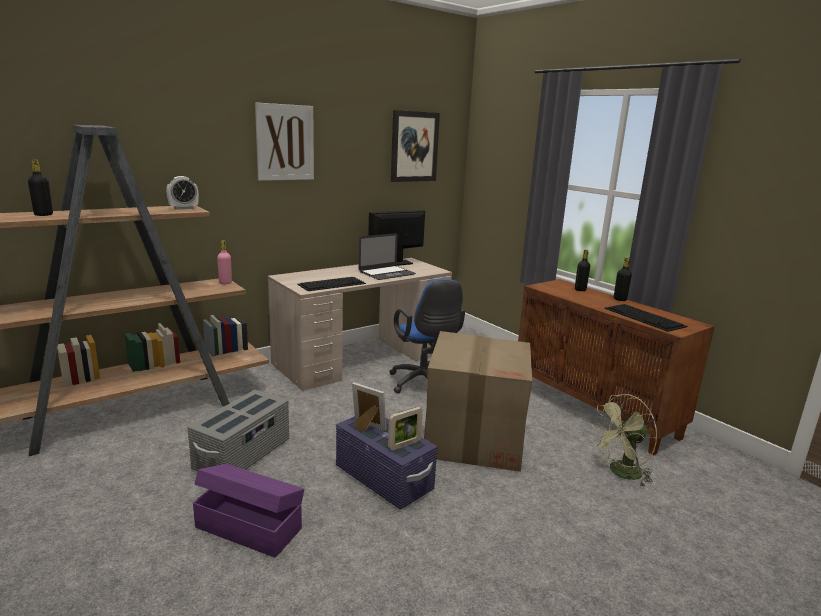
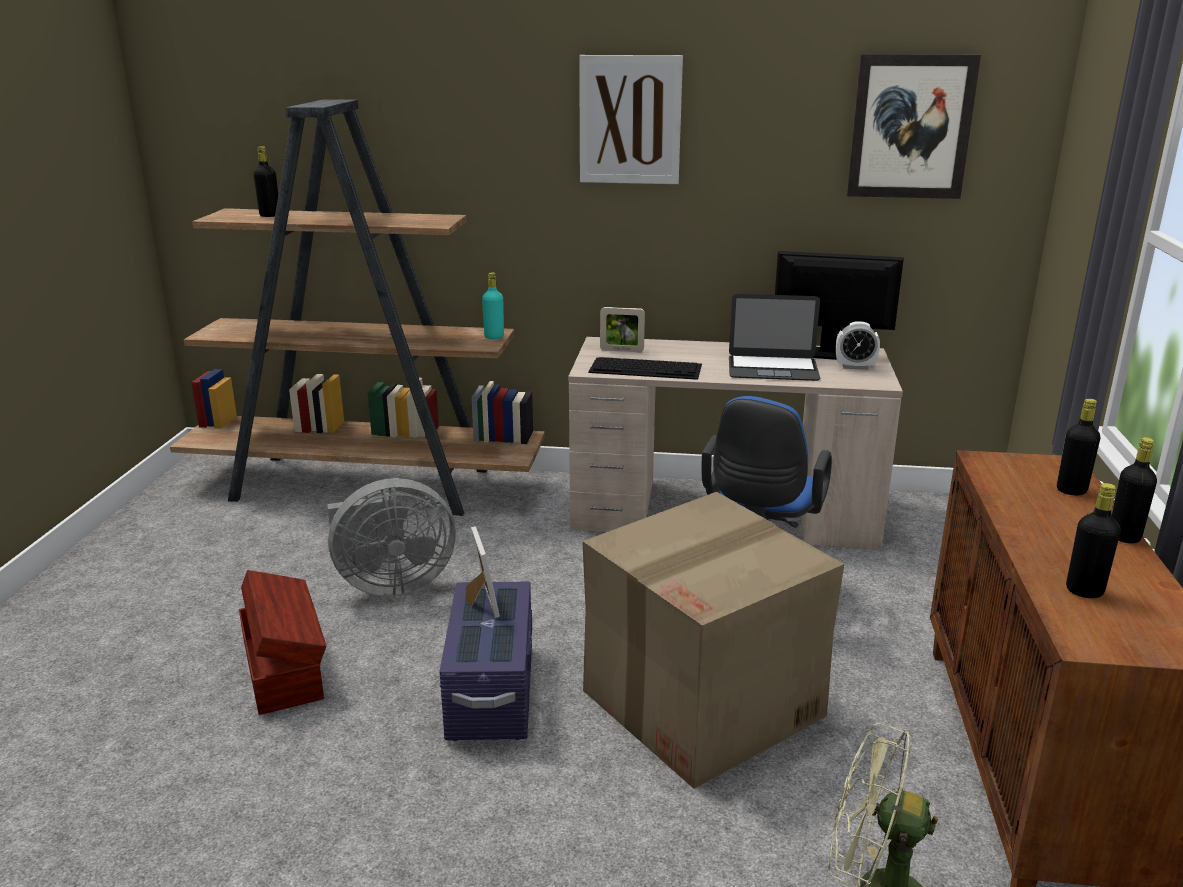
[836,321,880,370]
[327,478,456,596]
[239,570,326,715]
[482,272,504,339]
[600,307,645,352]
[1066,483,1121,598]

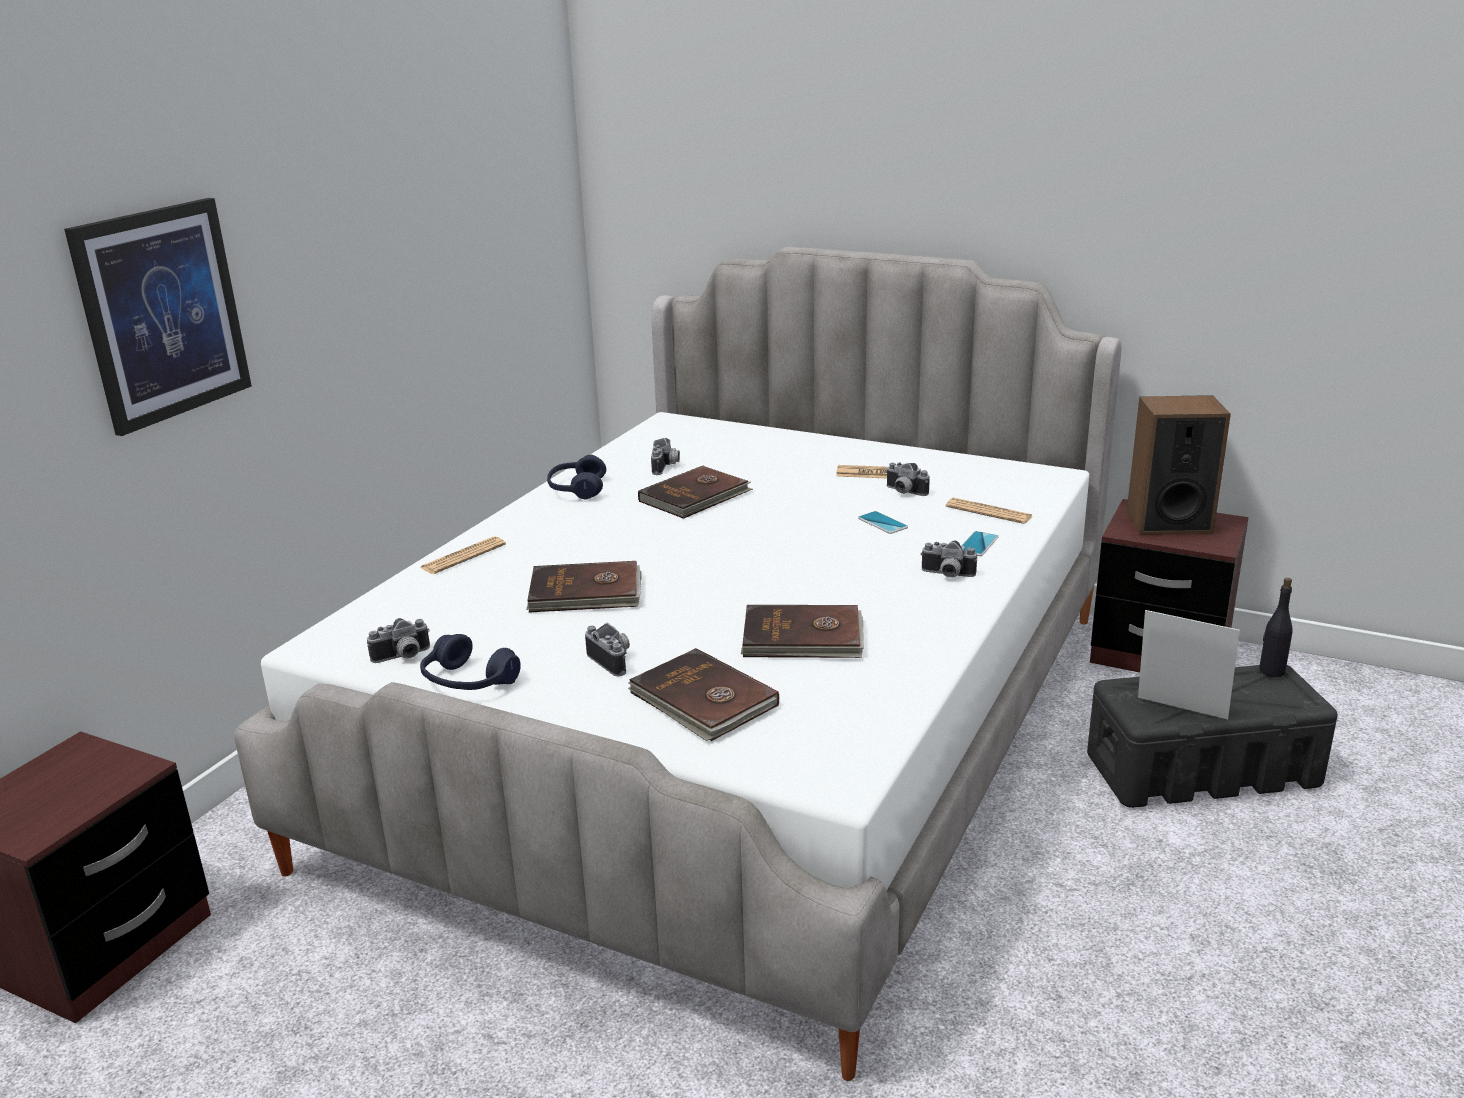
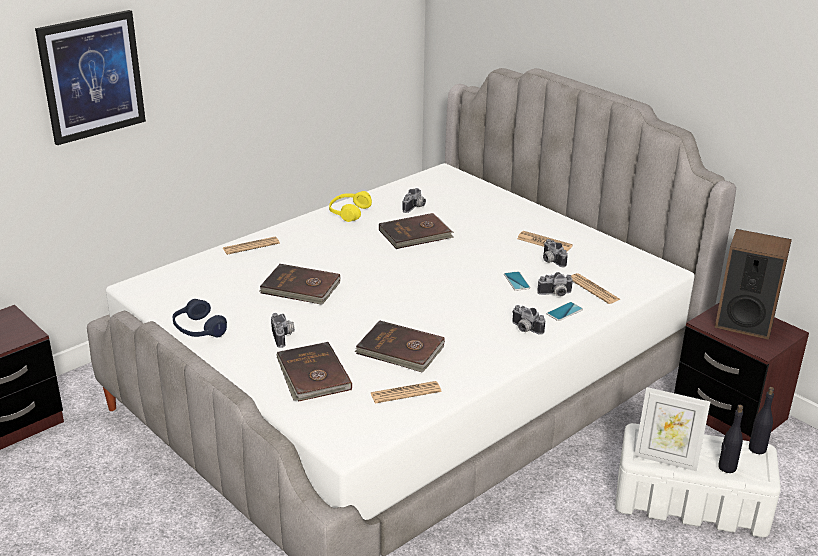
[537,272,574,296]
[329,191,372,222]
[615,423,781,538]
[634,387,710,471]
[371,381,441,403]
[718,405,743,473]

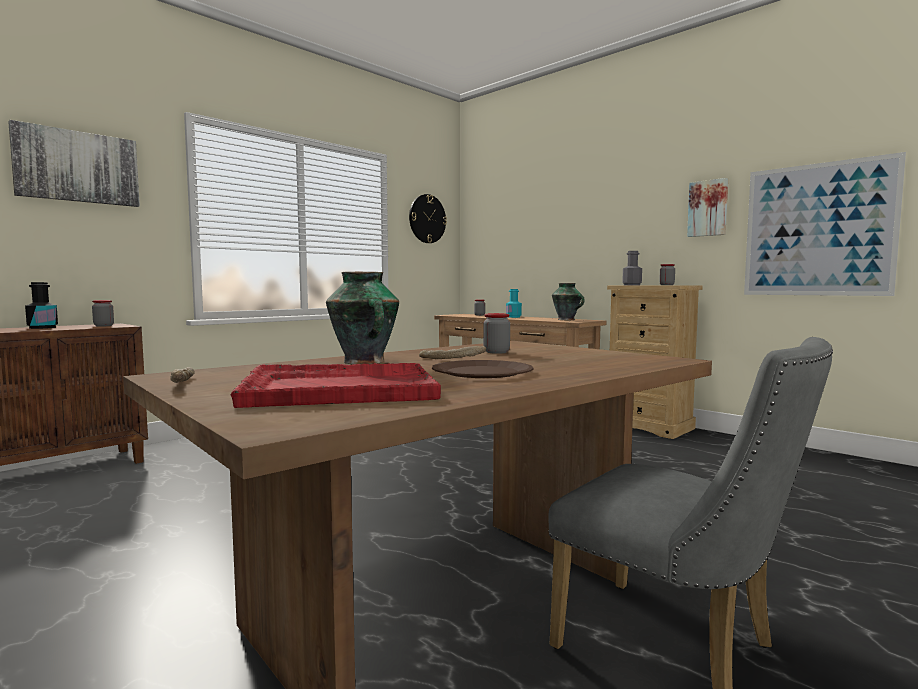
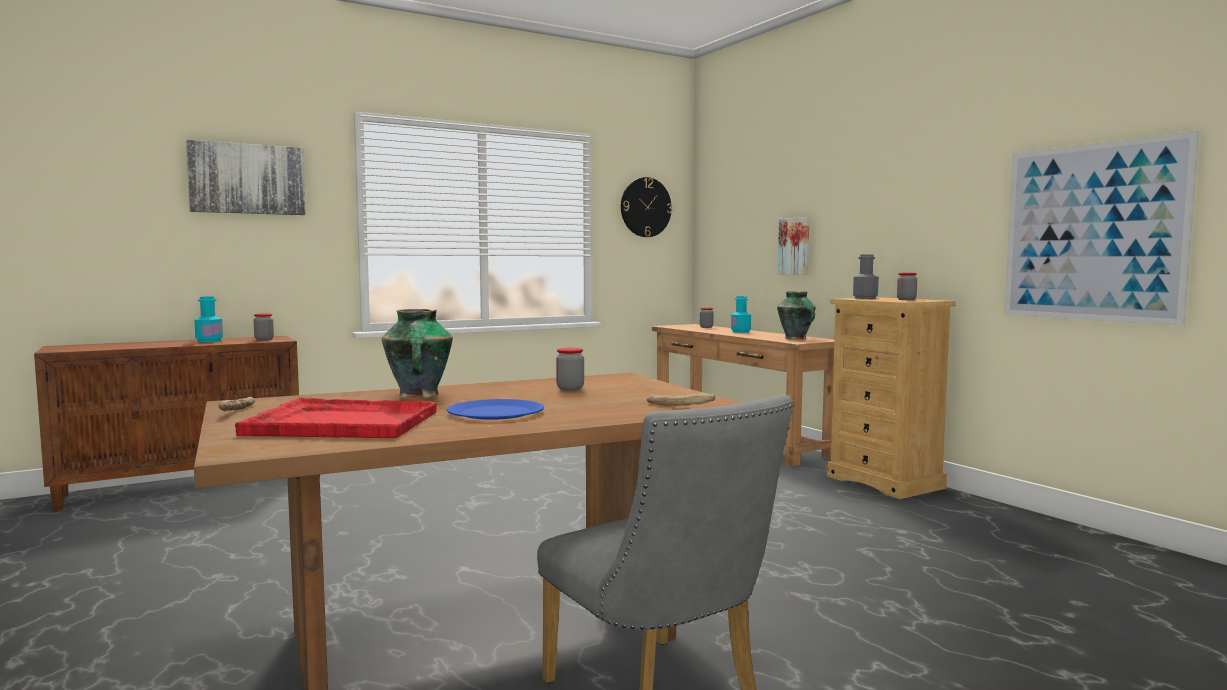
[194,297,223,342]
[646,393,715,406]
[446,399,544,420]
[778,217,809,275]

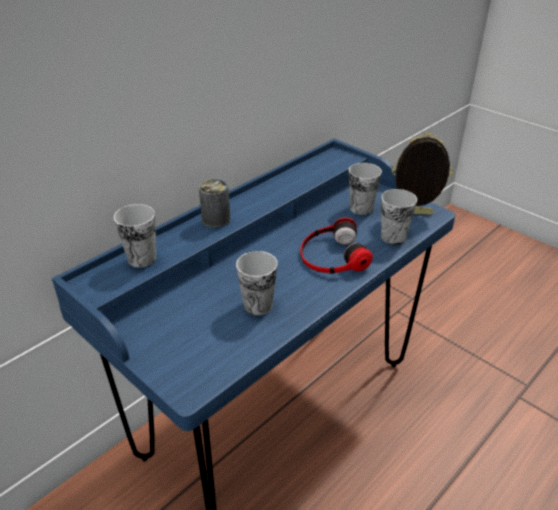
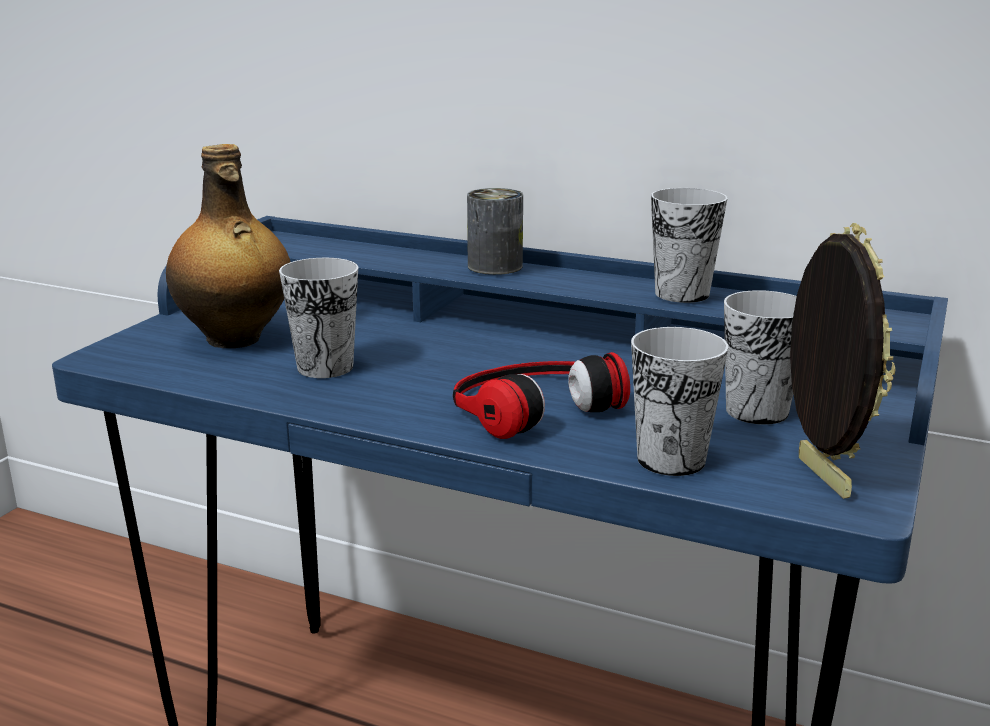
[651,188,728,303]
[166,144,291,348]

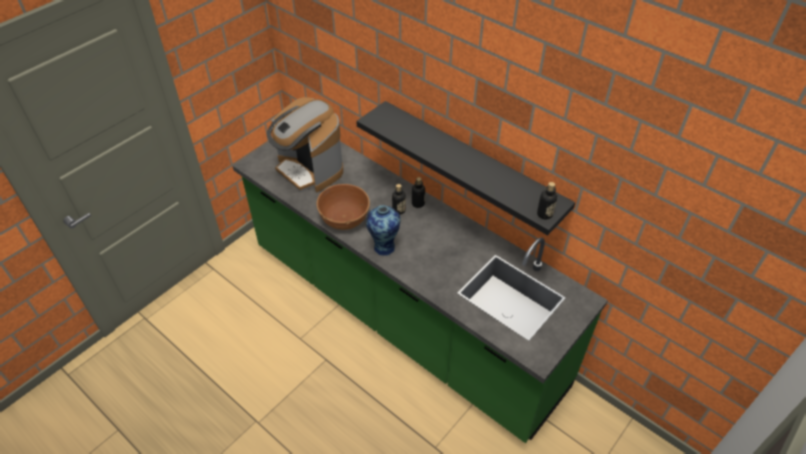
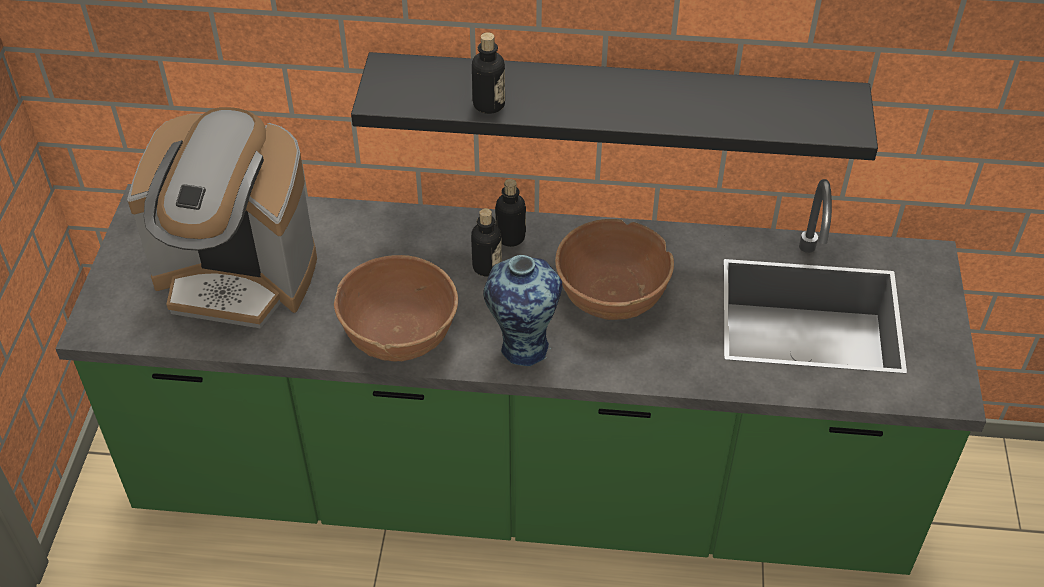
[472,32,505,114]
[555,219,674,320]

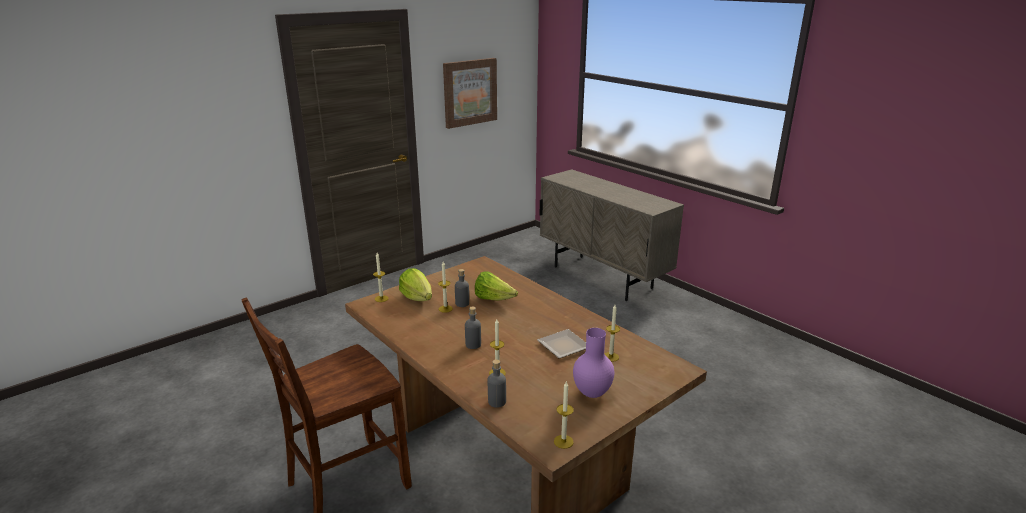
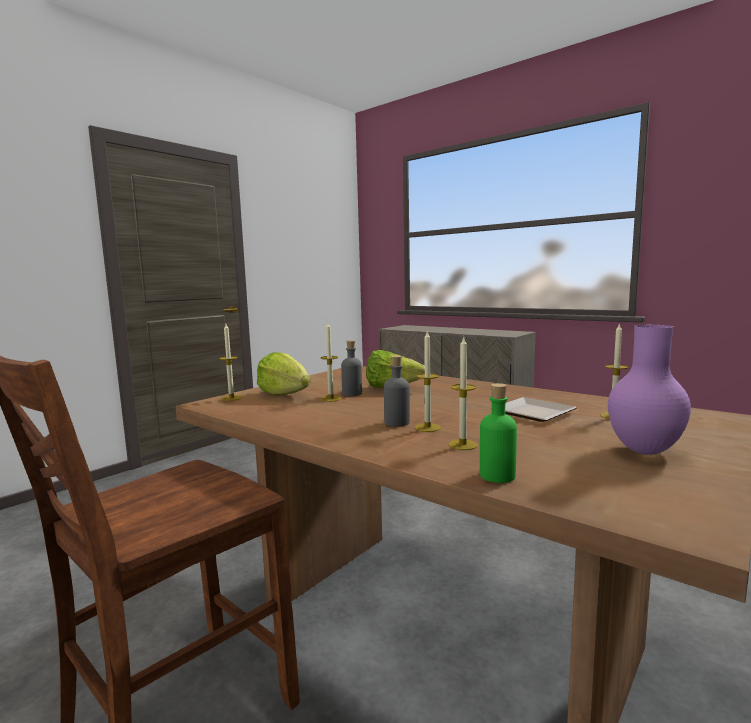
[443,58,497,129] (first image)
[480,383,517,483]
[415,332,441,432]

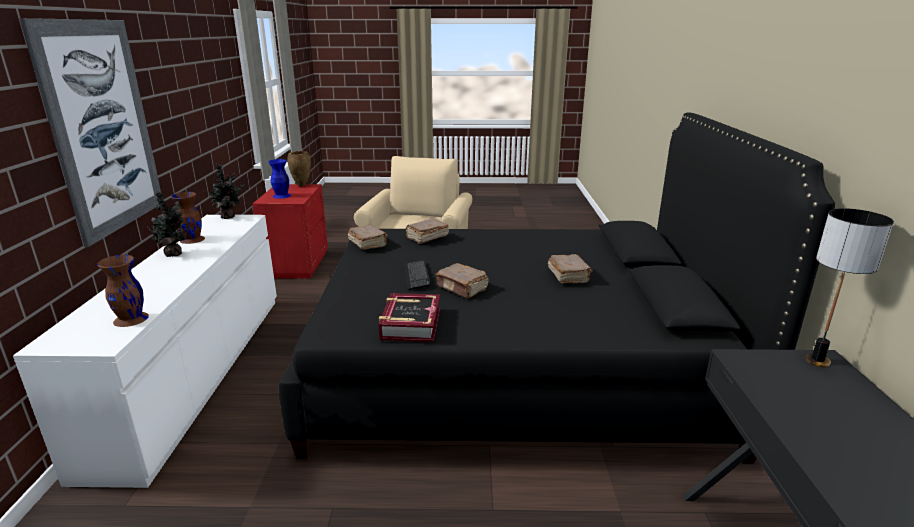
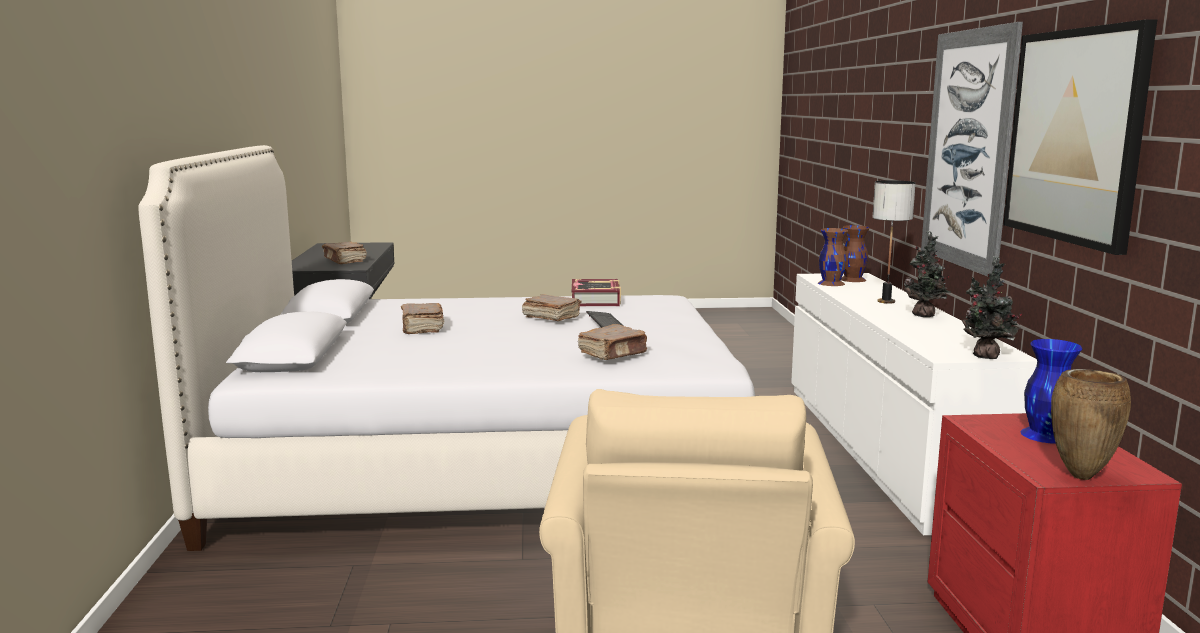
[841,225,870,282]
[138,145,755,551]
[322,242,367,264]
[872,180,916,304]
[1003,19,1157,255]

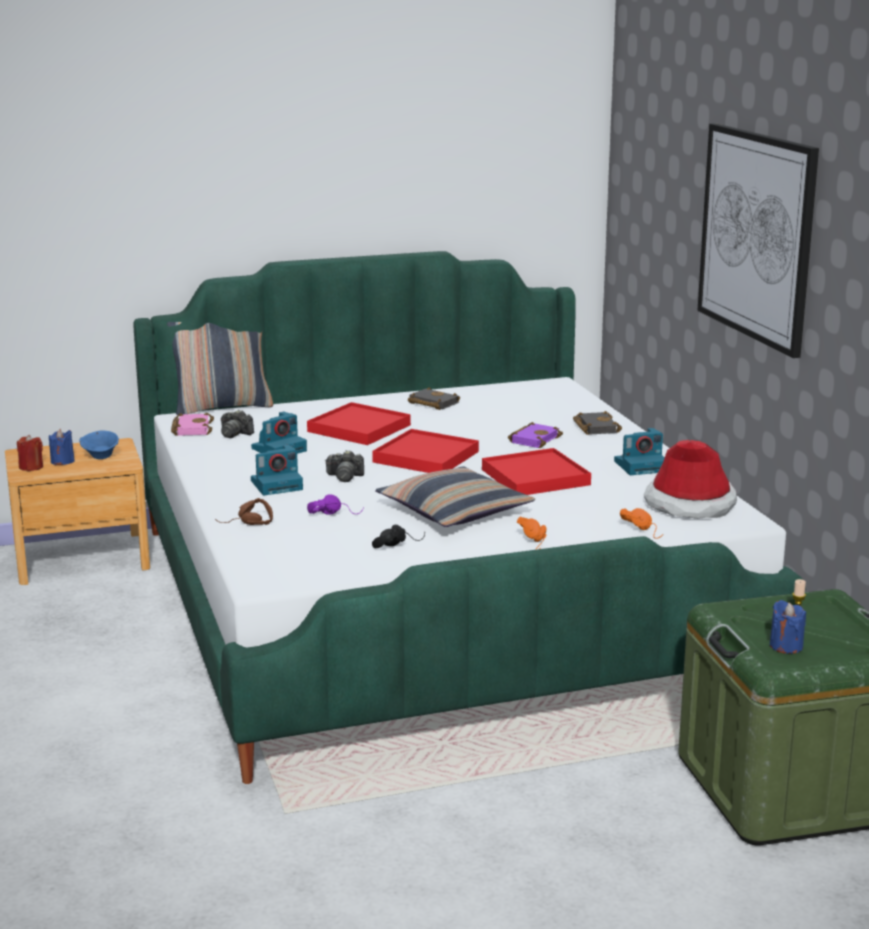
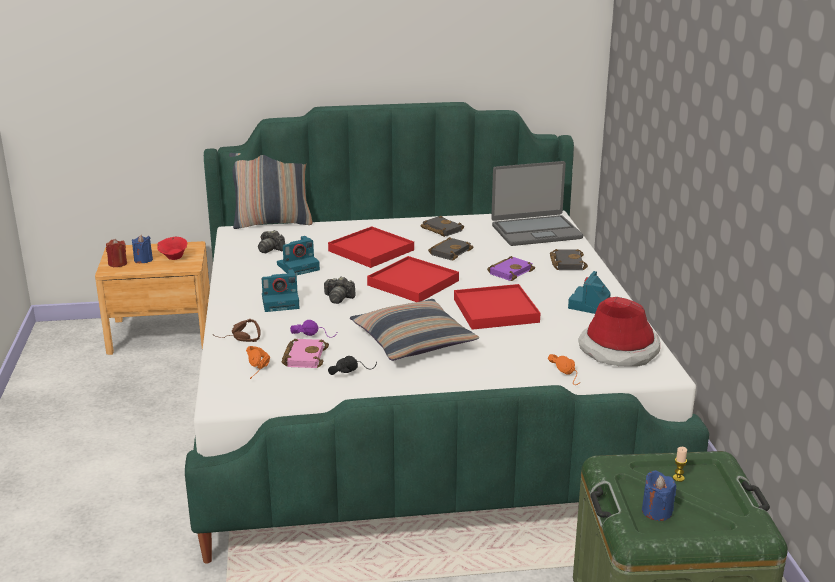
[157,237,187,260]
[282,339,329,368]
[246,346,270,379]
[568,271,611,314]
[697,123,819,358] (first image)
[428,237,474,260]
[491,161,583,246]

